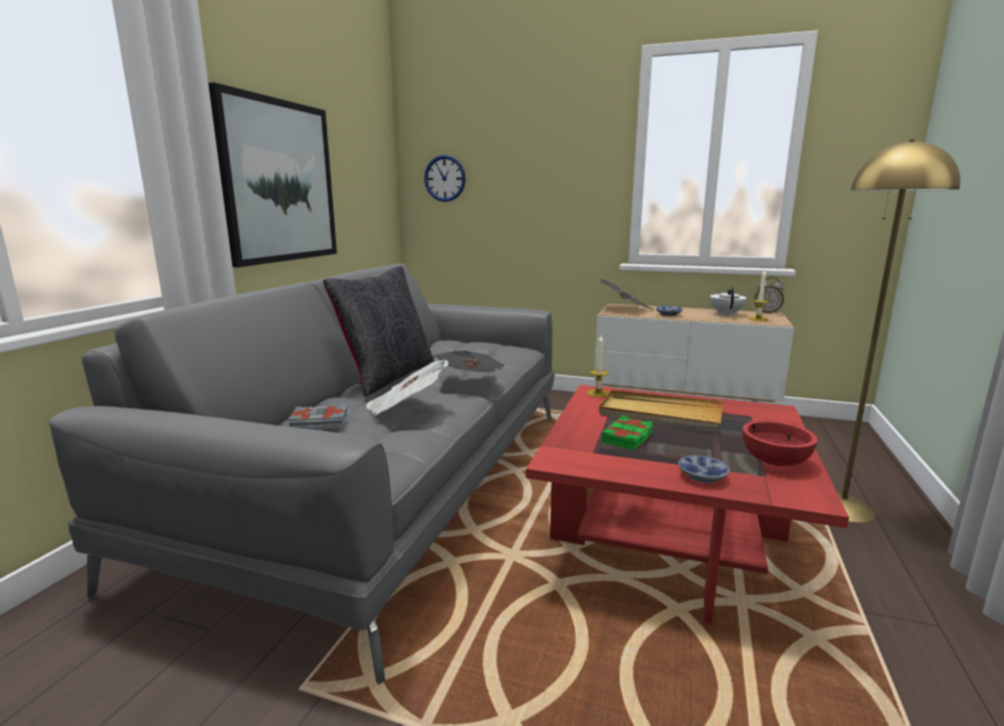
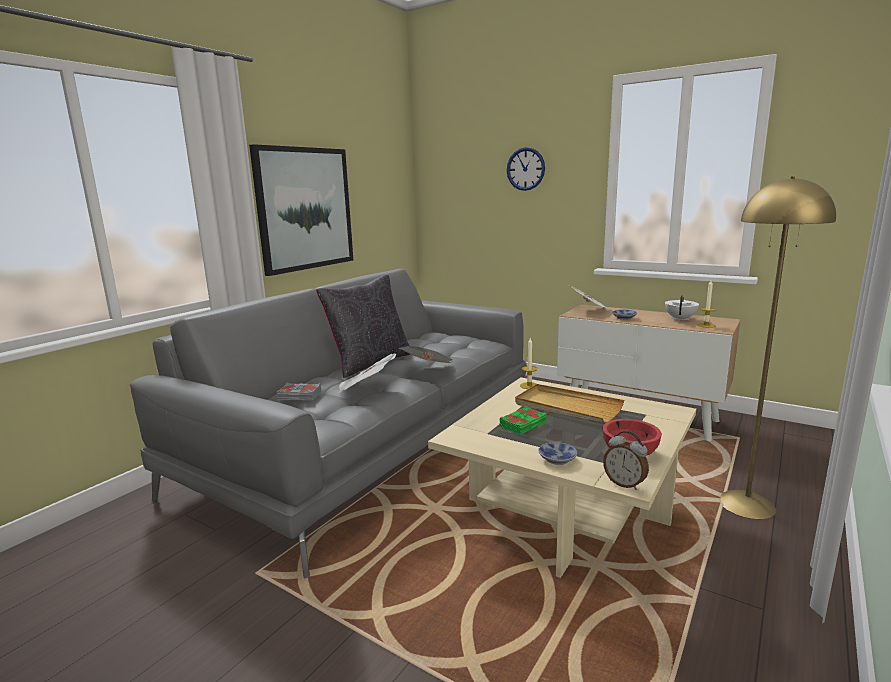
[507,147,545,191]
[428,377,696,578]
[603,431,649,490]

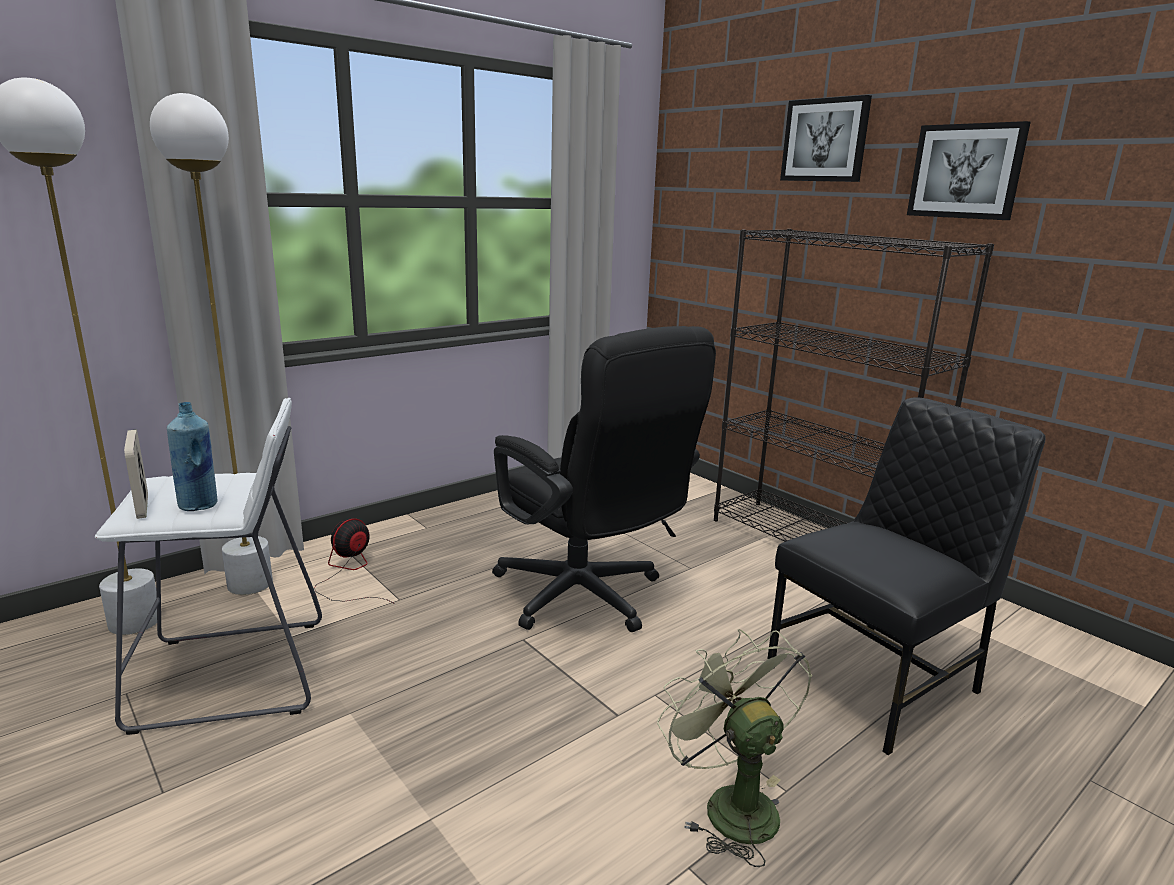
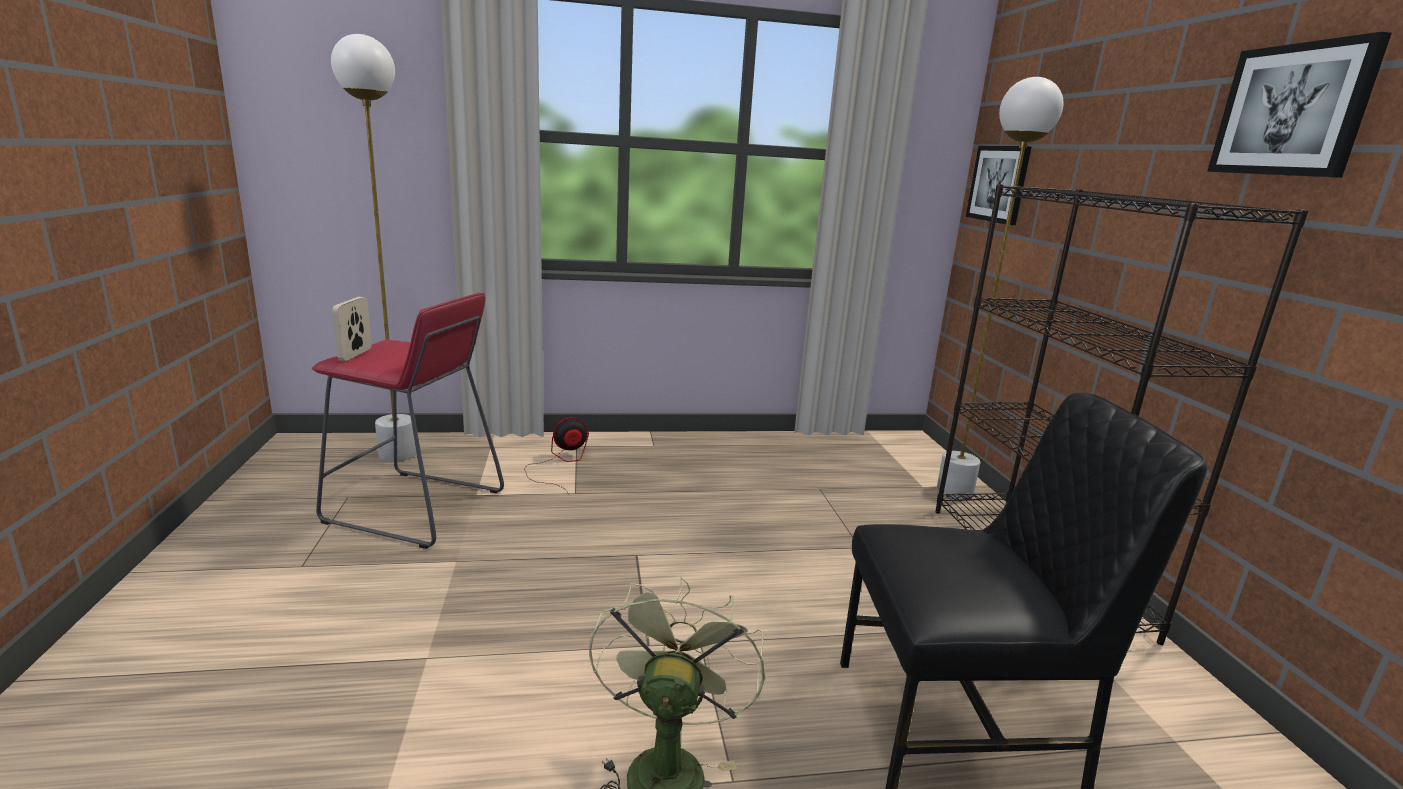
[312,292,504,549]
[936,77,1064,499]
[167,402,218,511] (first image)
[492,326,716,632] (first image)
[966,146,1032,225]

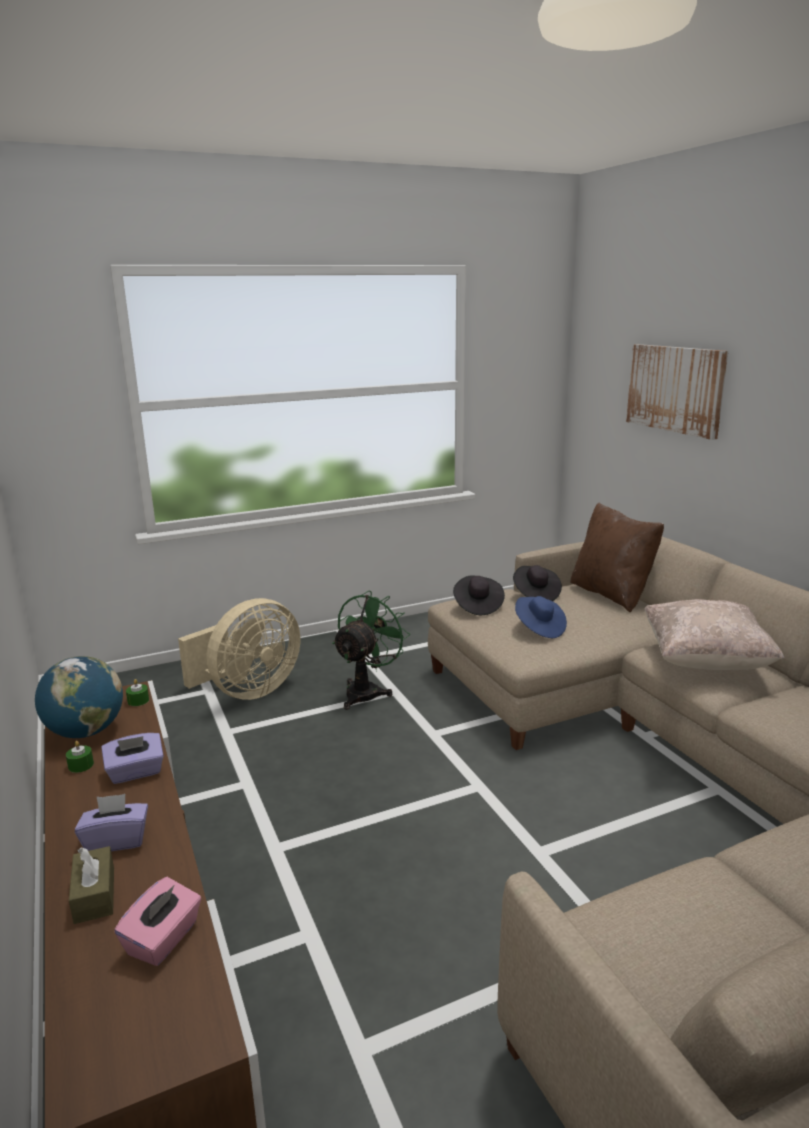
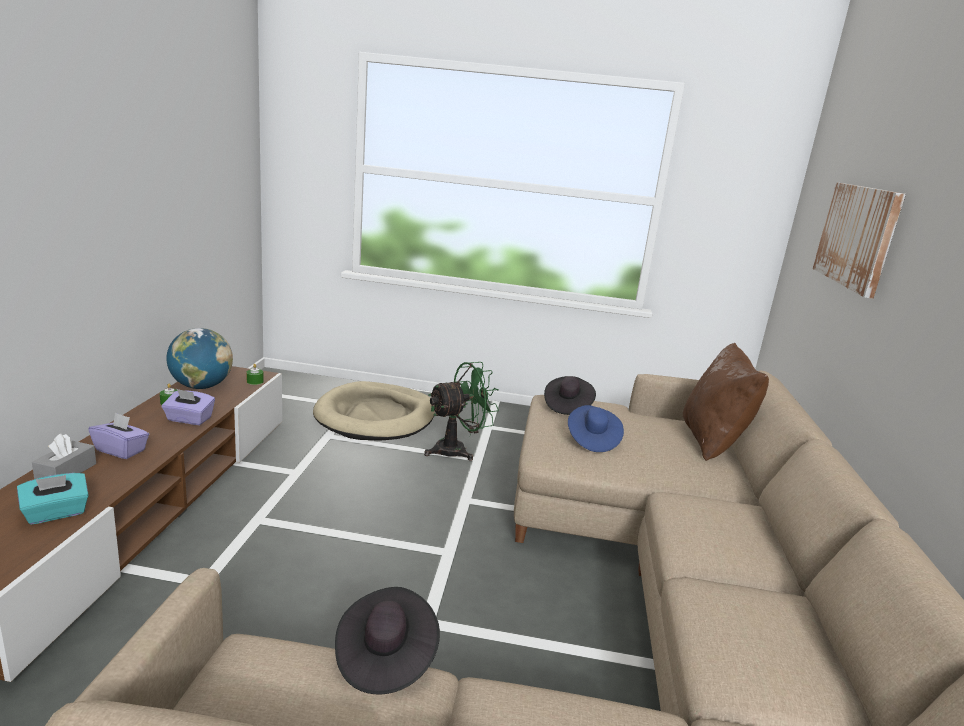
[32,433,96,479]
[17,473,89,525]
[313,381,435,441]
[335,587,440,694]
[644,599,784,670] (first image)

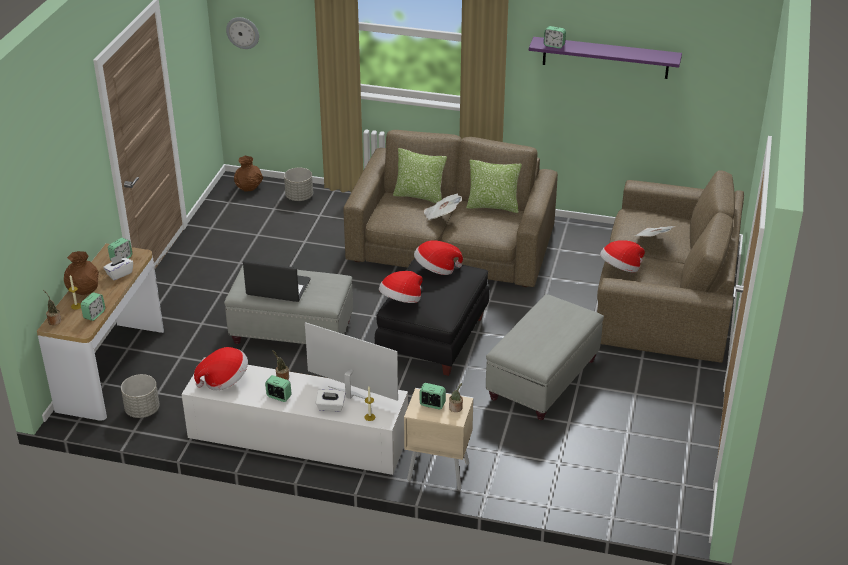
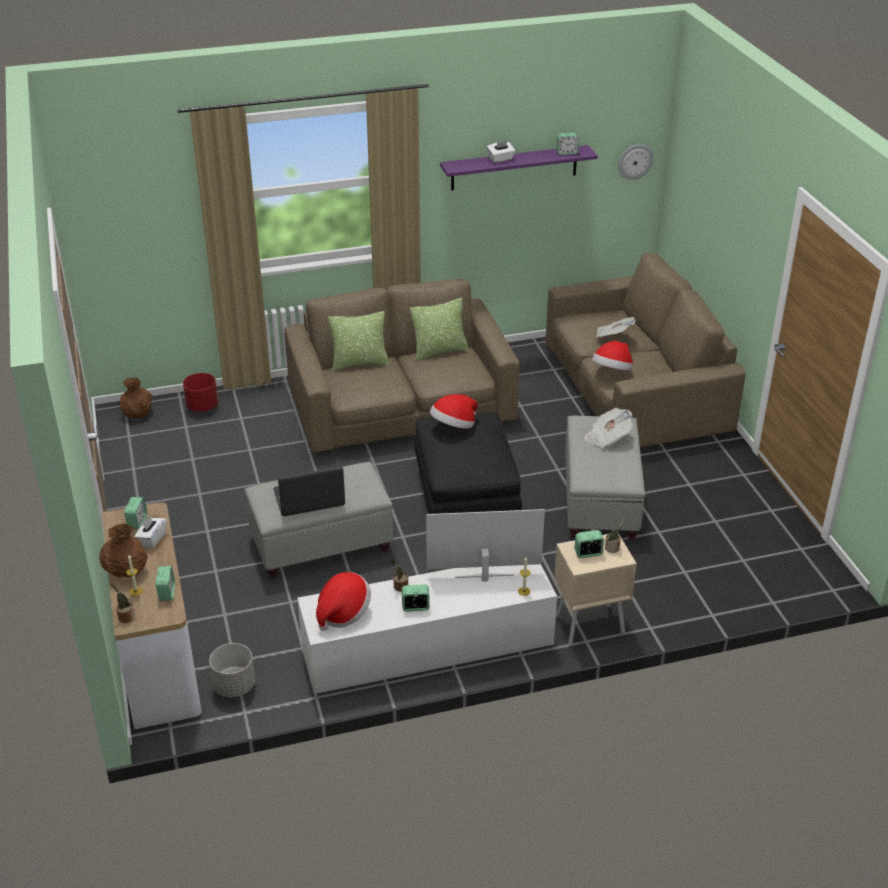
[618,144,654,180]
[183,373,218,412]
[487,141,515,163]
[379,271,423,303] (first image)
[584,408,633,448]
[556,133,579,155]

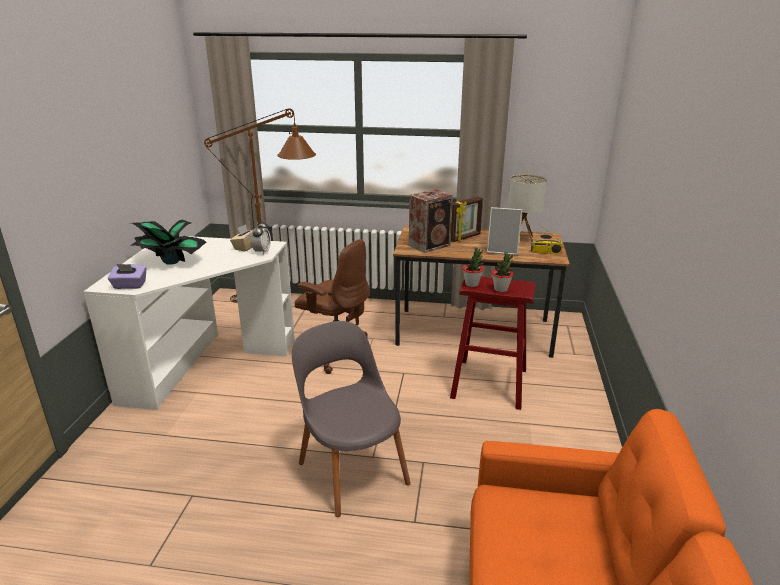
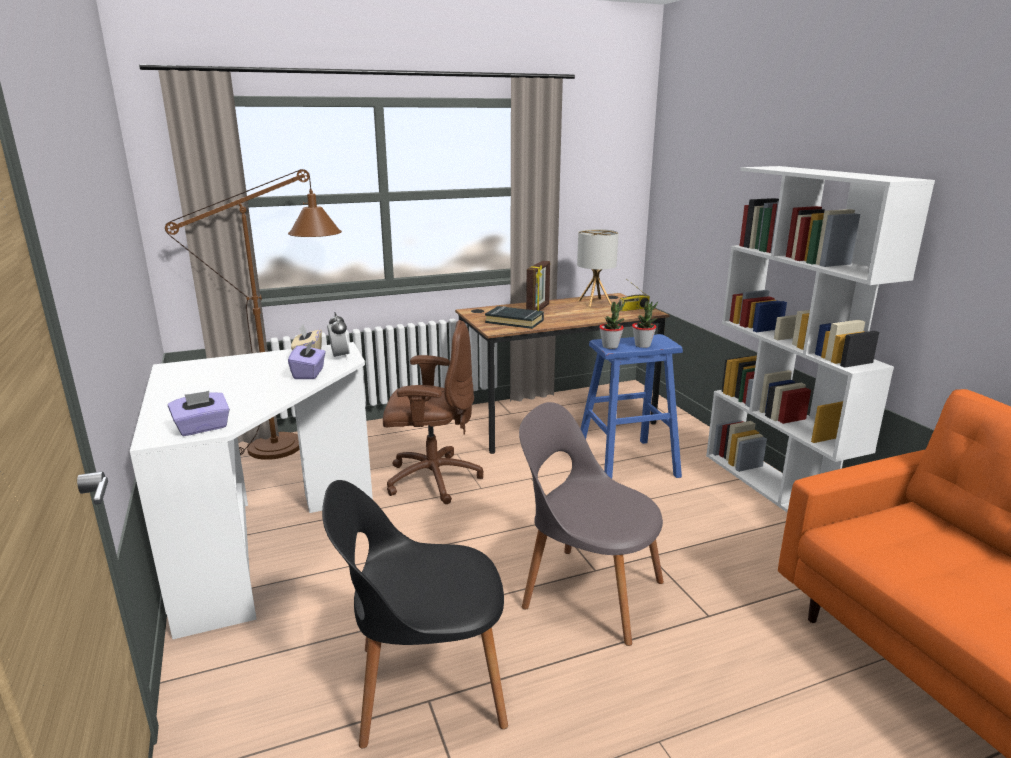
[131,220,206,265] (first image)
[485,306,544,329]
[581,334,683,479]
[487,207,522,255] (first image)
[288,339,326,379]
[322,480,508,748]
[706,166,935,512]

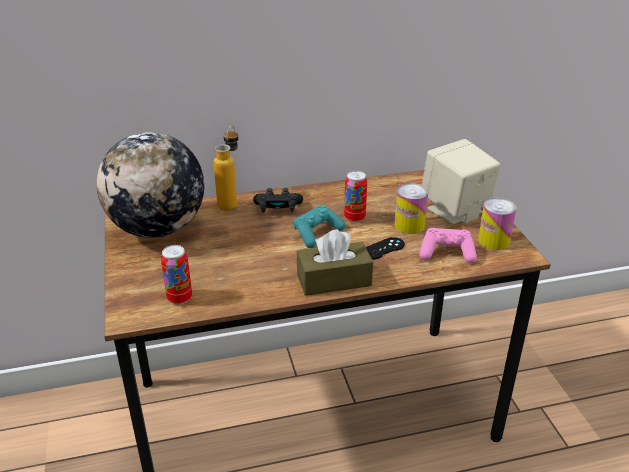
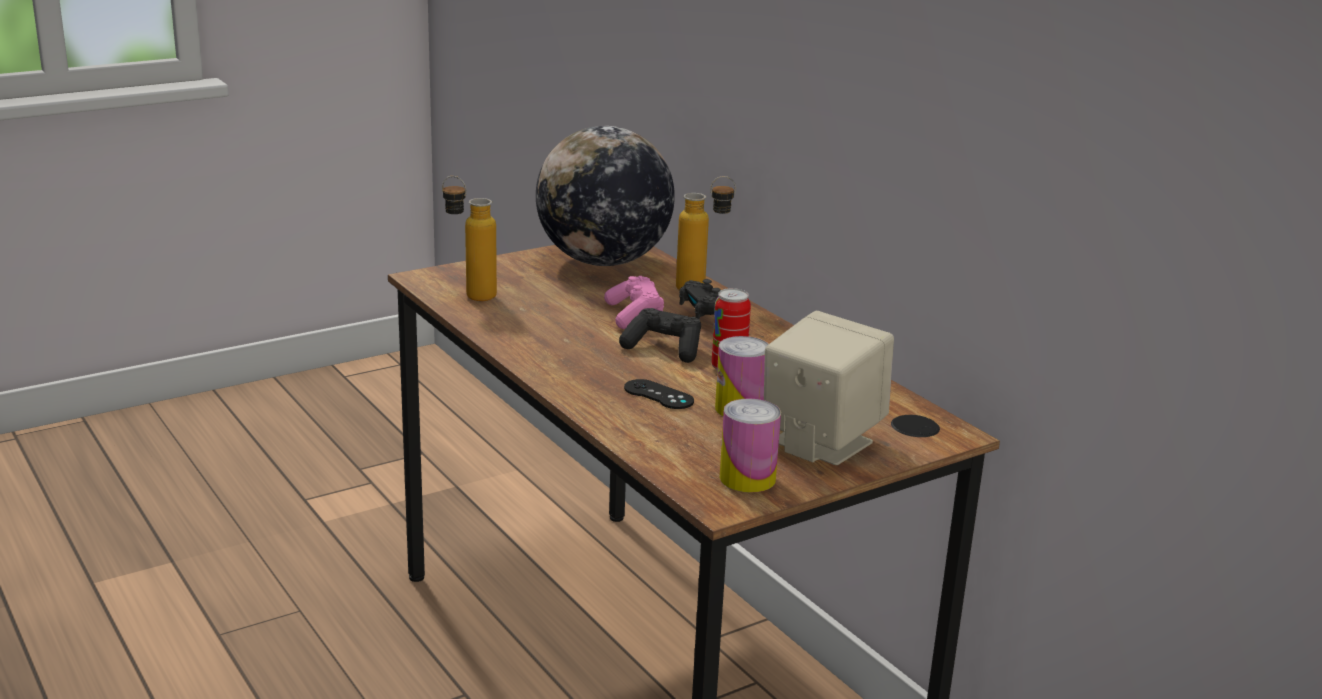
[442,176,497,301]
[619,308,701,363]
[297,229,373,296] (first image)
[604,276,664,329]

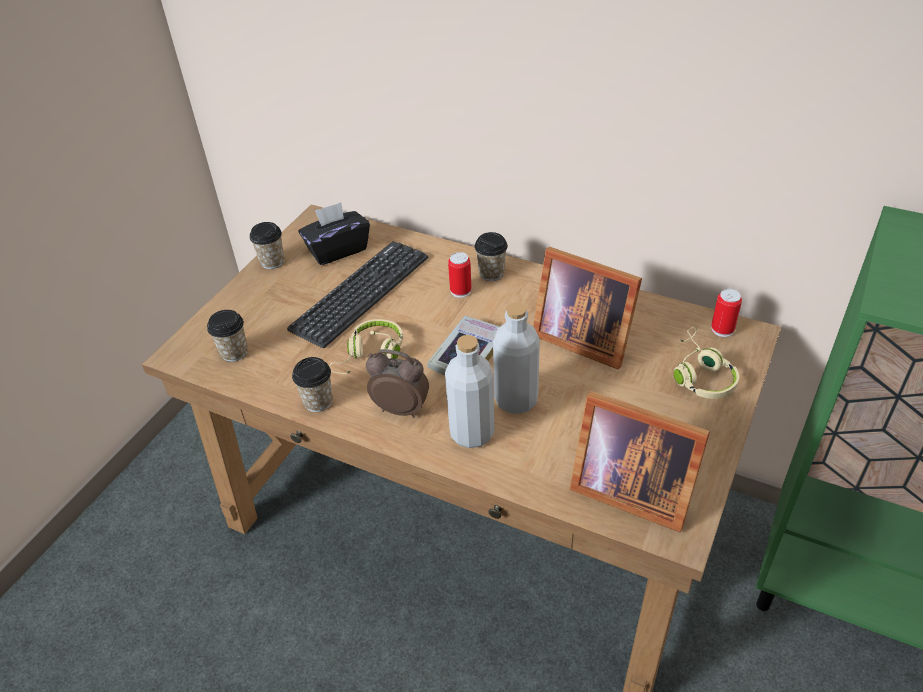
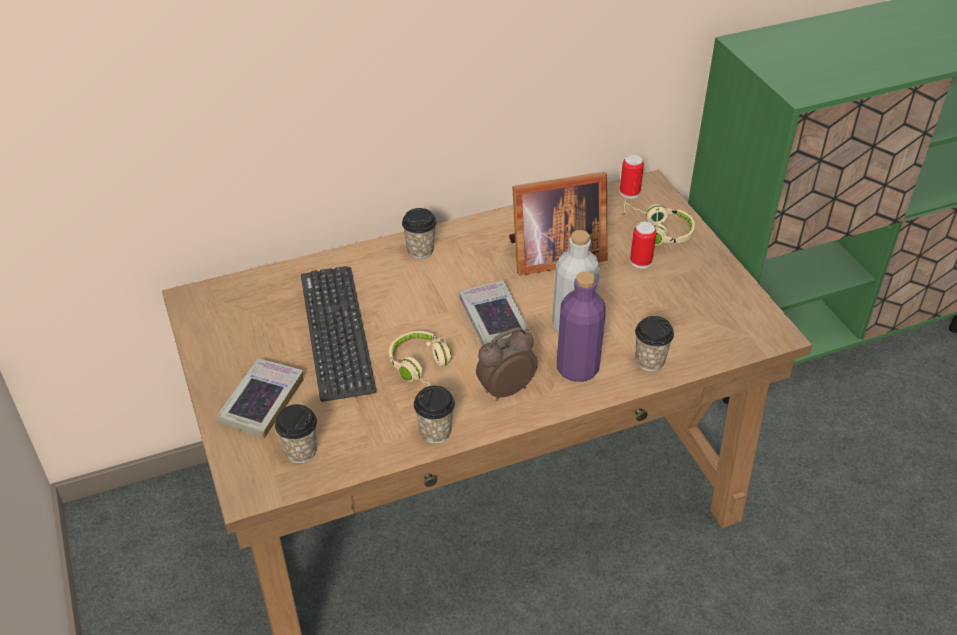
[635,316,674,371]
[298,202,370,265] (first image)
[557,271,605,382]
[630,222,656,268]
[569,391,710,532] (first image)
[217,359,304,438]

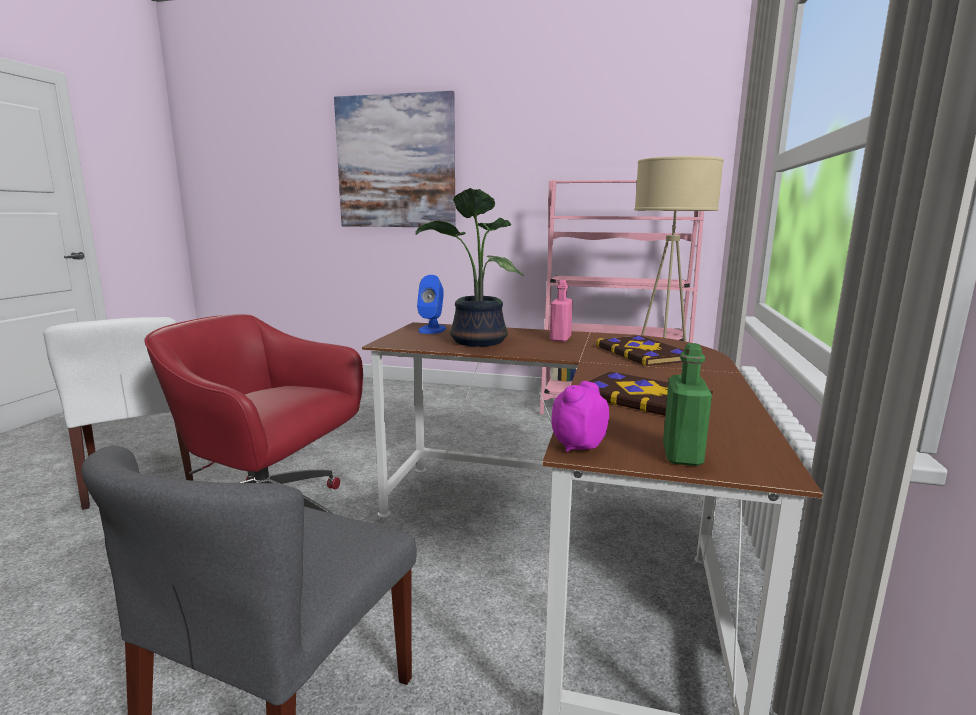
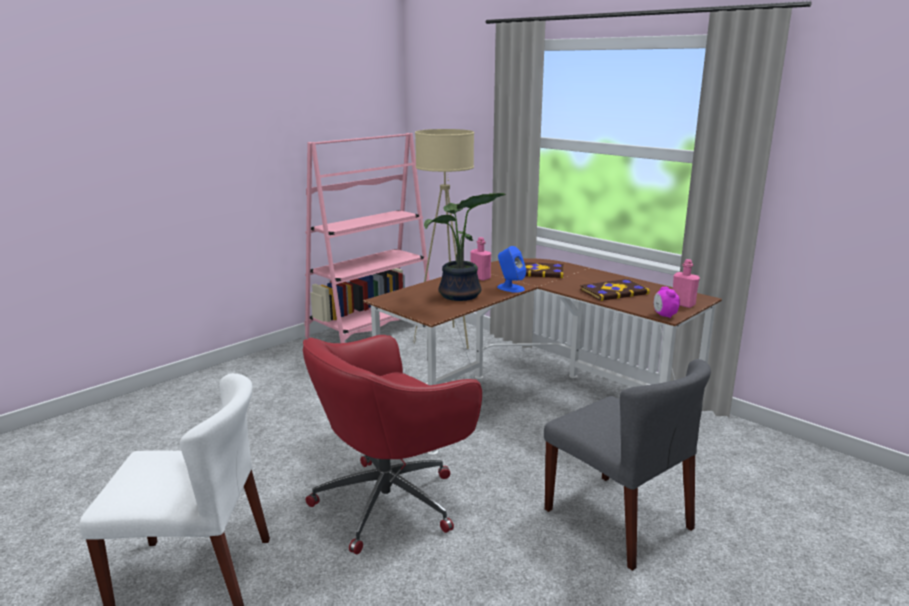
[334,91,456,227] (first image)
[497,246,526,293]
[673,259,700,308]

